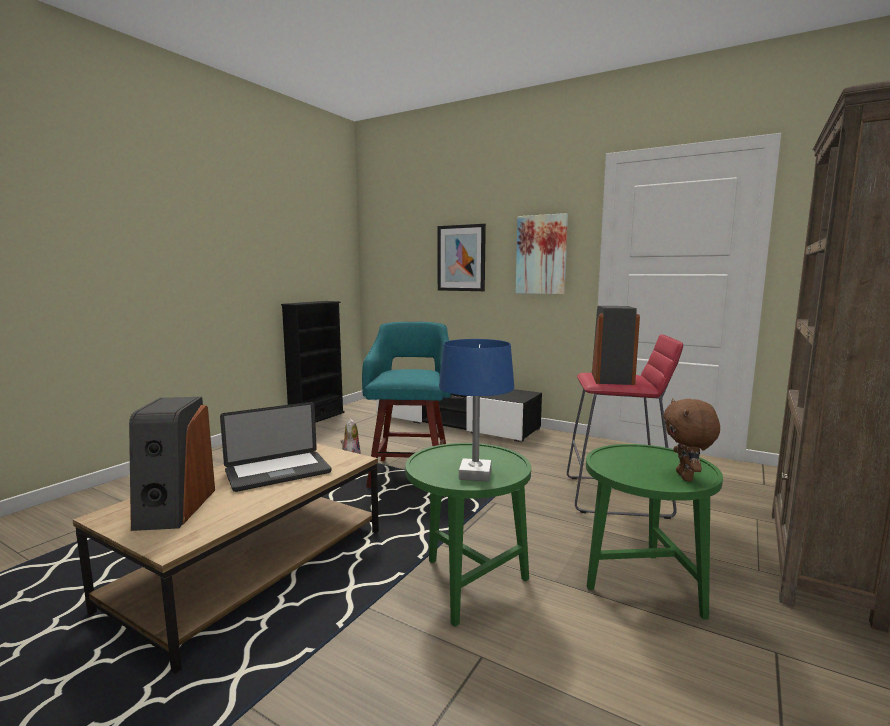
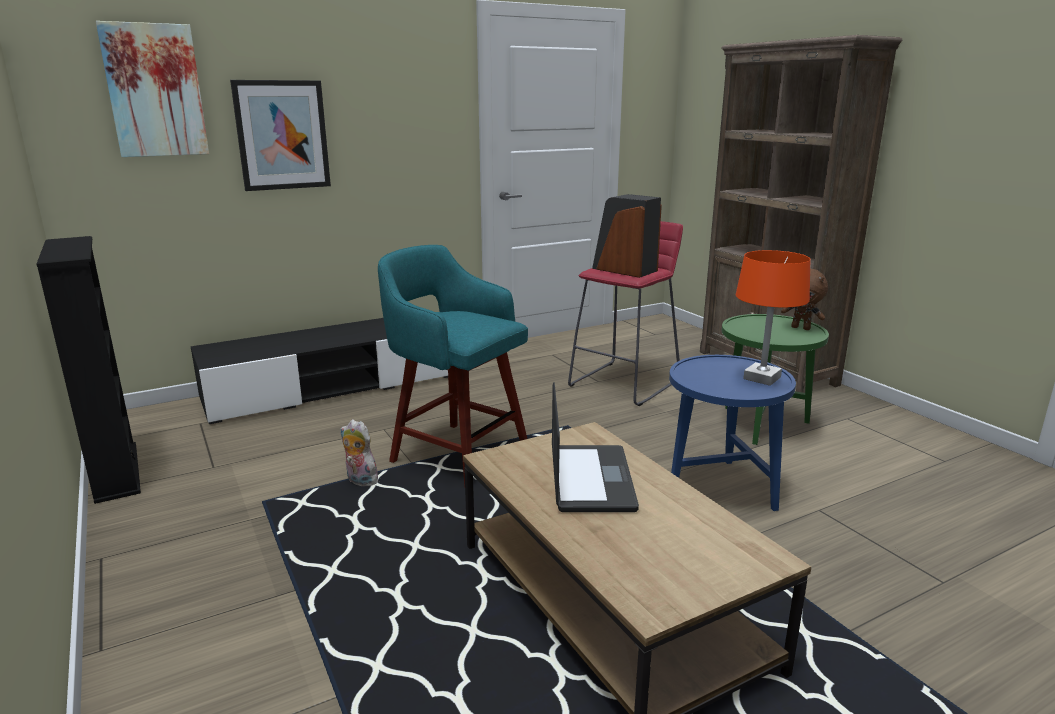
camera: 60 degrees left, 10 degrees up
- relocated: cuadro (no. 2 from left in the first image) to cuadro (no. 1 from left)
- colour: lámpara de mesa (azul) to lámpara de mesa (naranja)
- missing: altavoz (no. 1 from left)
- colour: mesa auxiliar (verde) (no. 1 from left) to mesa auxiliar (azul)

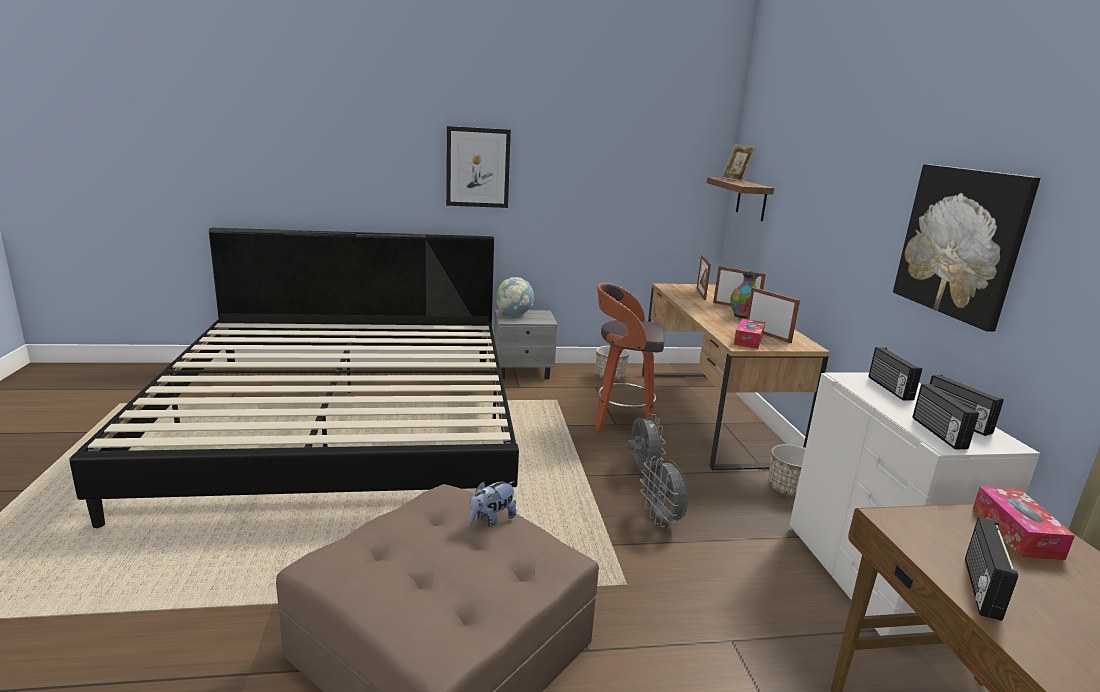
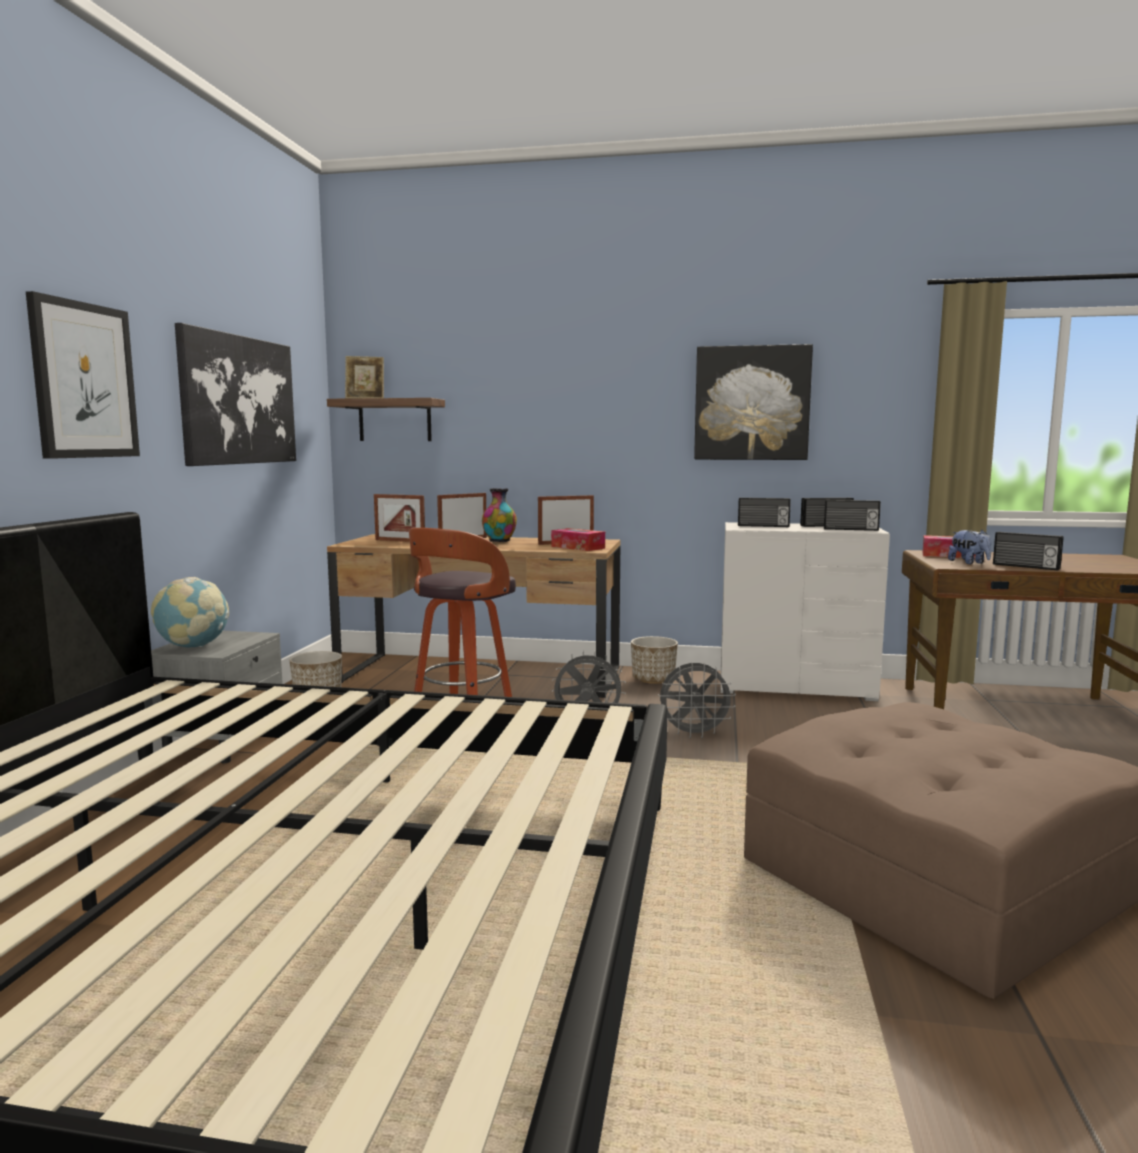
camera: 70 degrees left, 10 degrees down
- relocated: peluche
- appeared: cuadro (no. 2 from left)

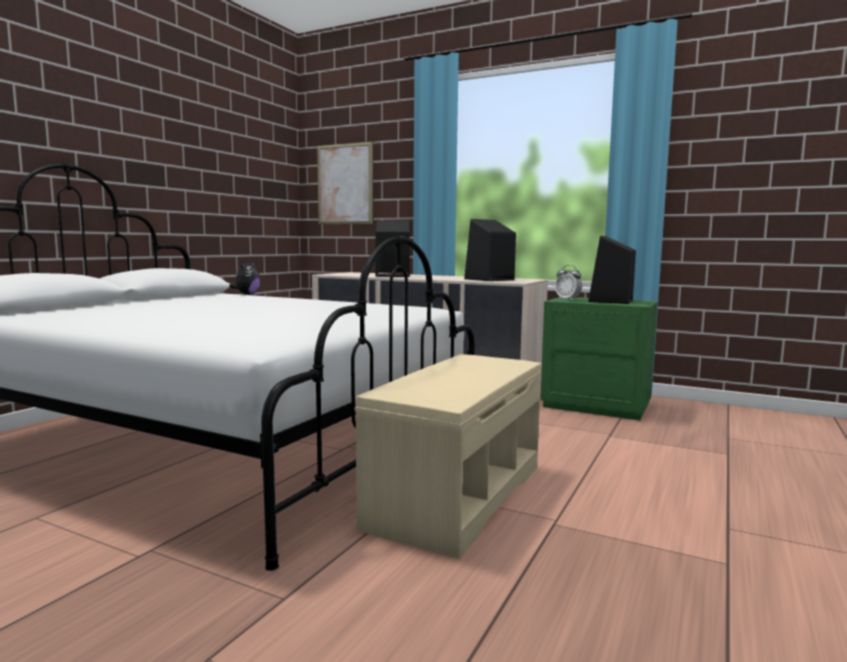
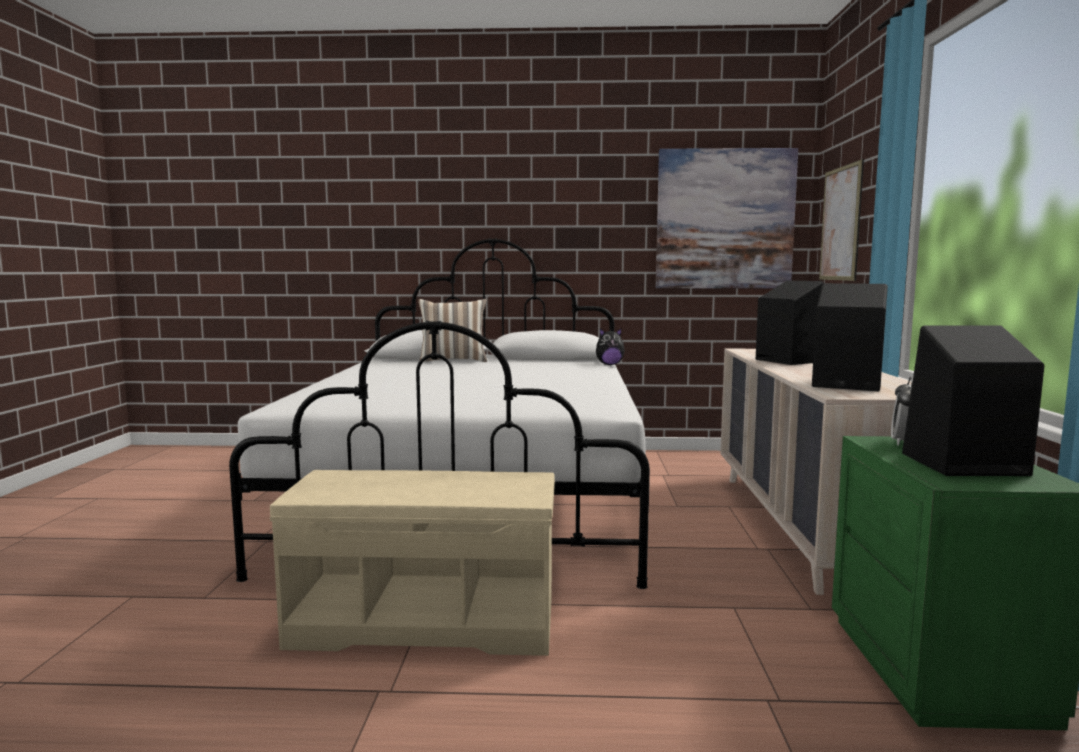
camera: 65 degrees right, 0 degrees up
- appeared: cuadro (no. 1 from left)
- appeared: cojín

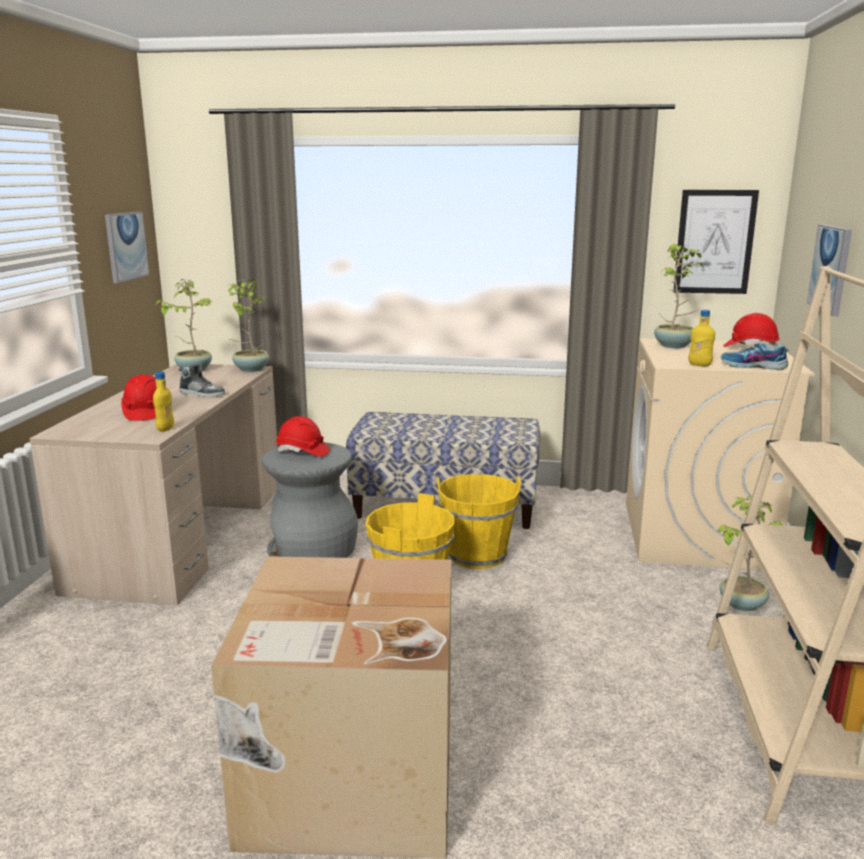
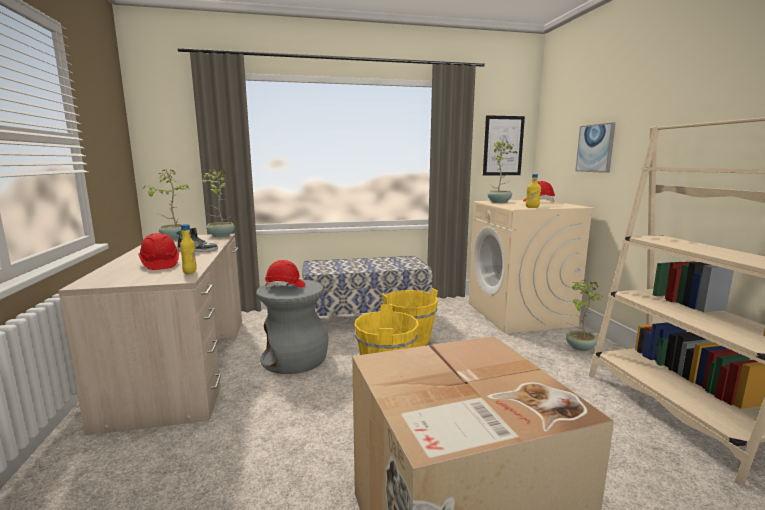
camera: 20 degrees left, 5 degrees down
- missing: cuadro (no. 1 from left)
- missing: zapato (no. 2 from left)

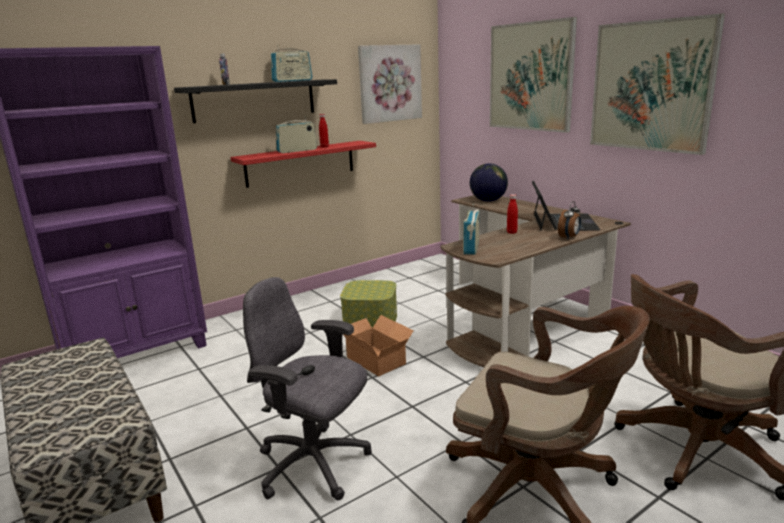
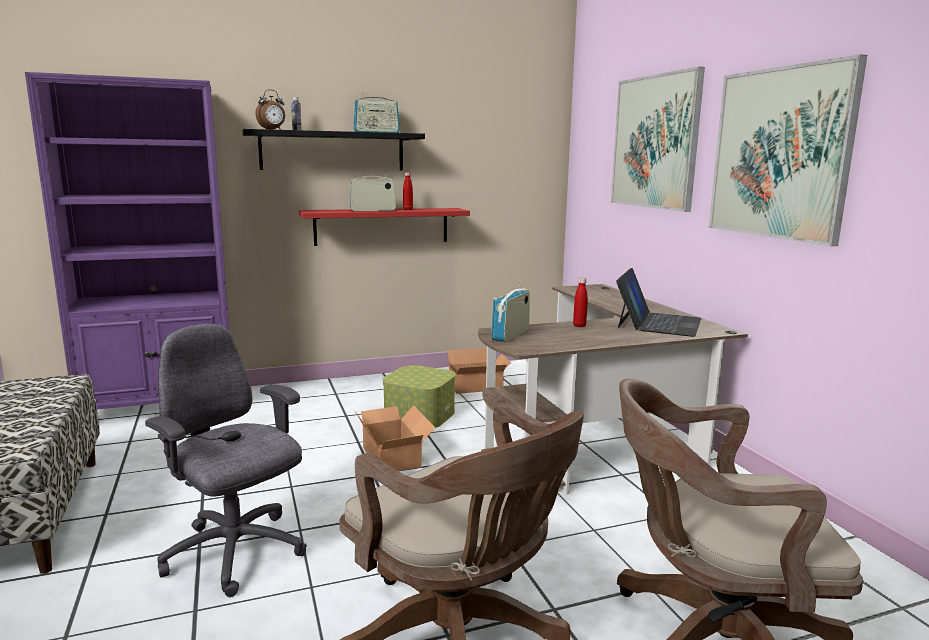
camera: 15 degrees right, 5 degrees down
- missing: cuadro (no. 1 from left)
- missing: globo terráqueo
- relocated: despertador
- appeared: caja de cartón (no. 2 from left)

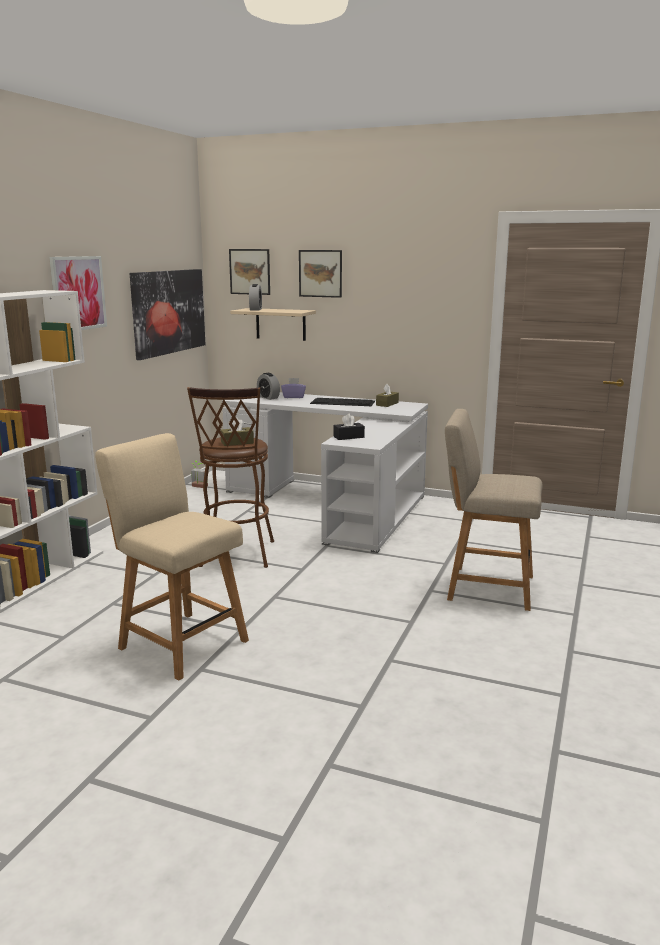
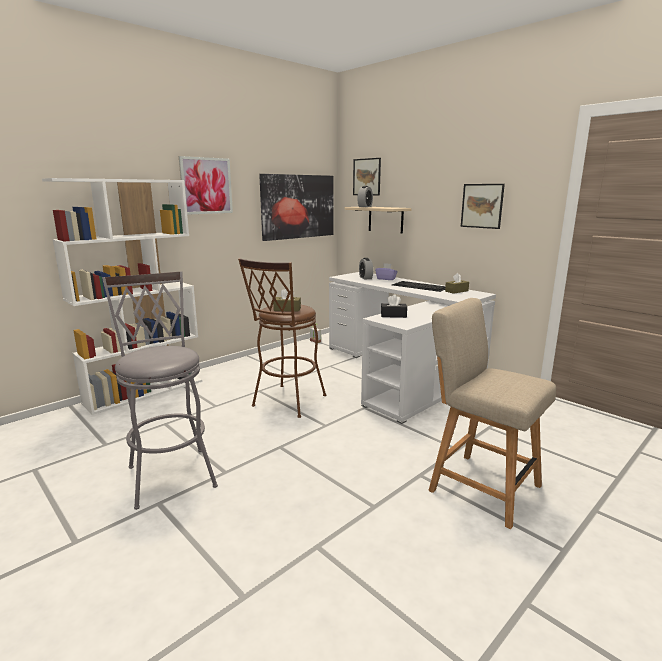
camera: 25 degrees right, 0 degrees up
- relocated: cuadro (no. 4 from left)
- exchanged: silla (beis) (no. 1 from left) to taburete (gris)

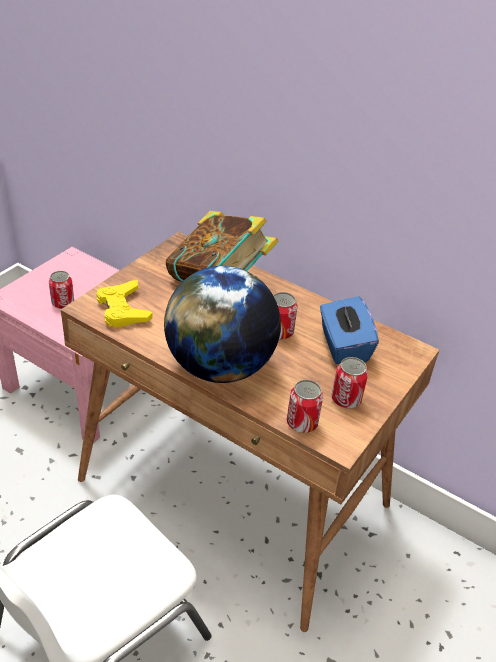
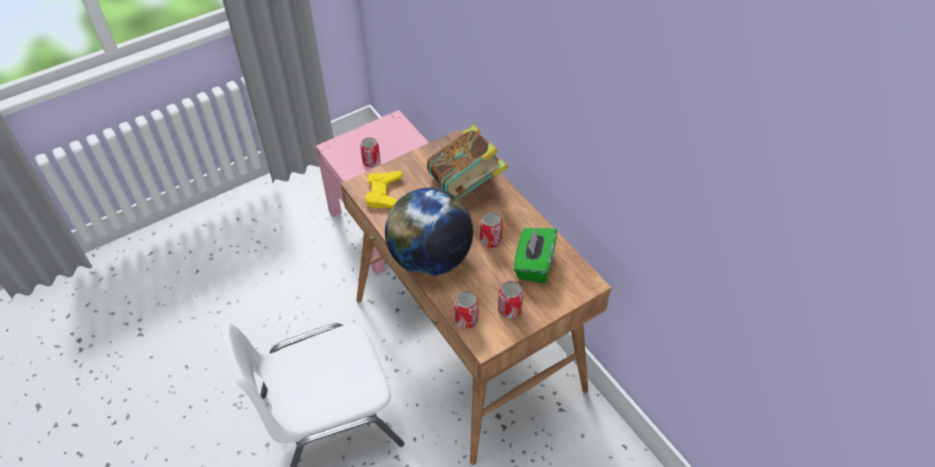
camera: 25 degrees right, 10 degrees up
- colour: caja de pañuelos (azul) to caja de pañuelos (verde)

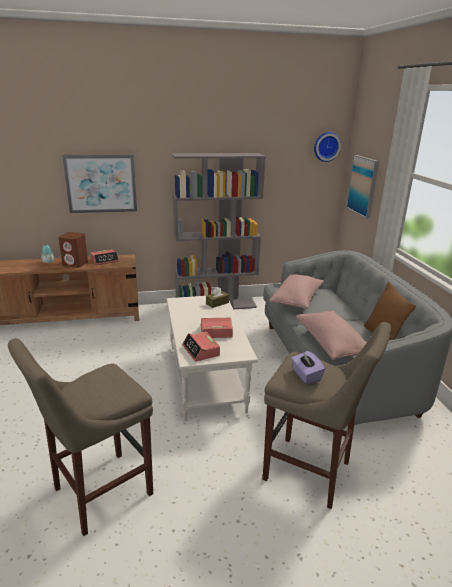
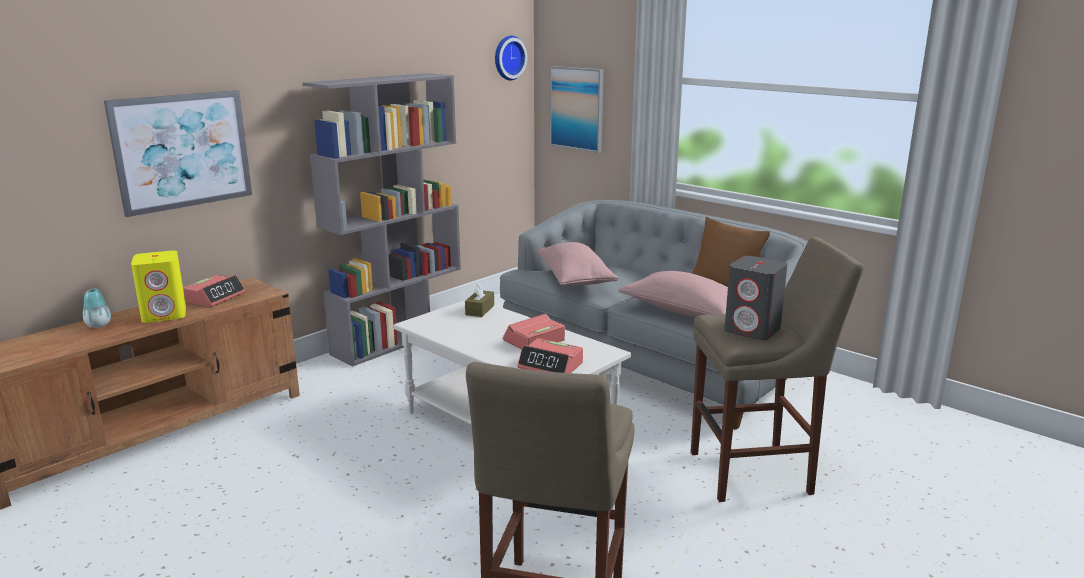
camera: 35 degrees left, 5 degrees down
- colour: altavoz (marrón) to altavoz (amarillo)
- exchanged: caja de pañuelos (morado) to altavoz (gris)

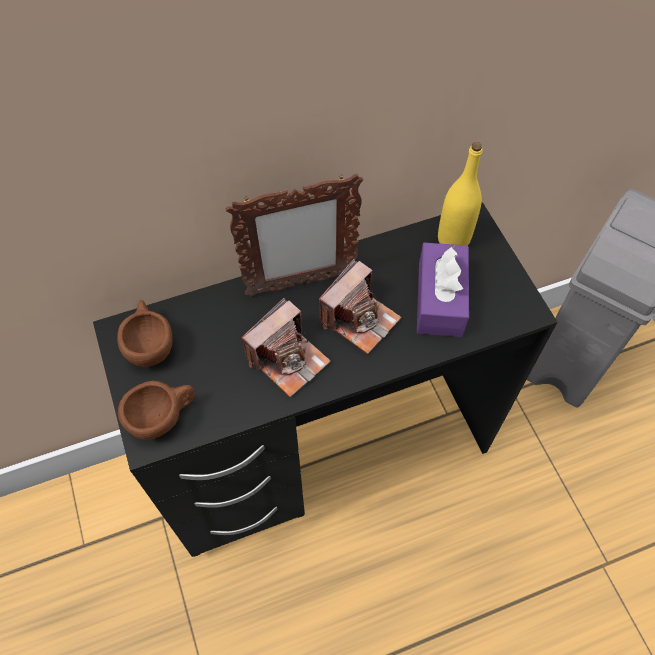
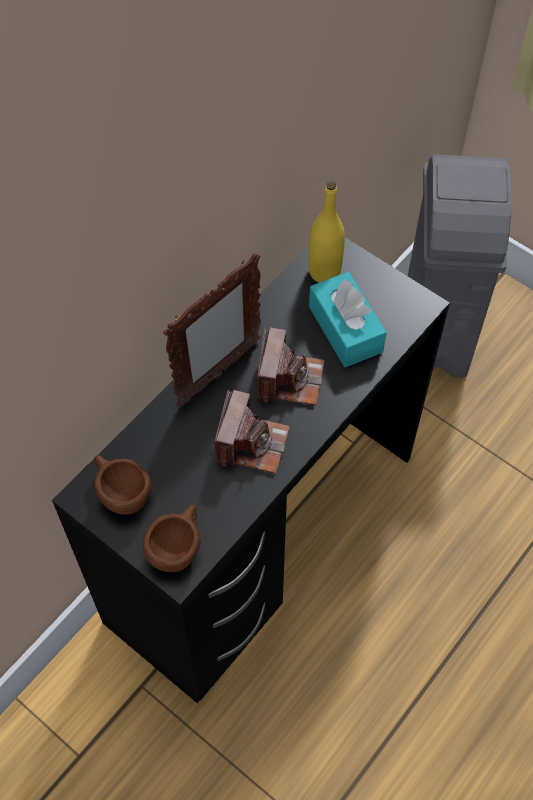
camera: 30 degrees left, 0 degrees up
- colour: caja de pañuelos (morado) to caja de pañuelos (turquesa)

